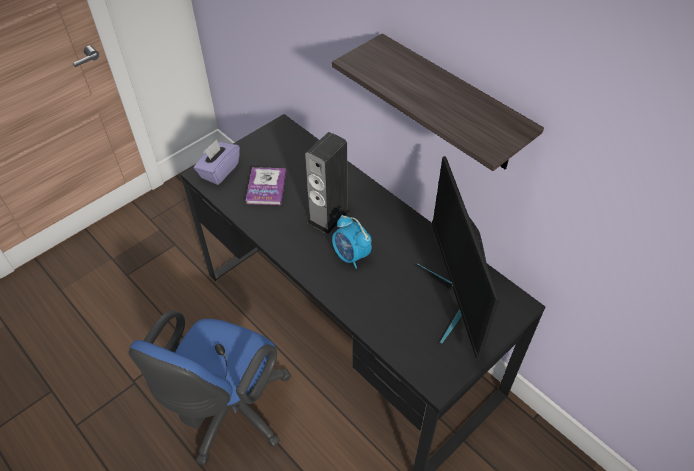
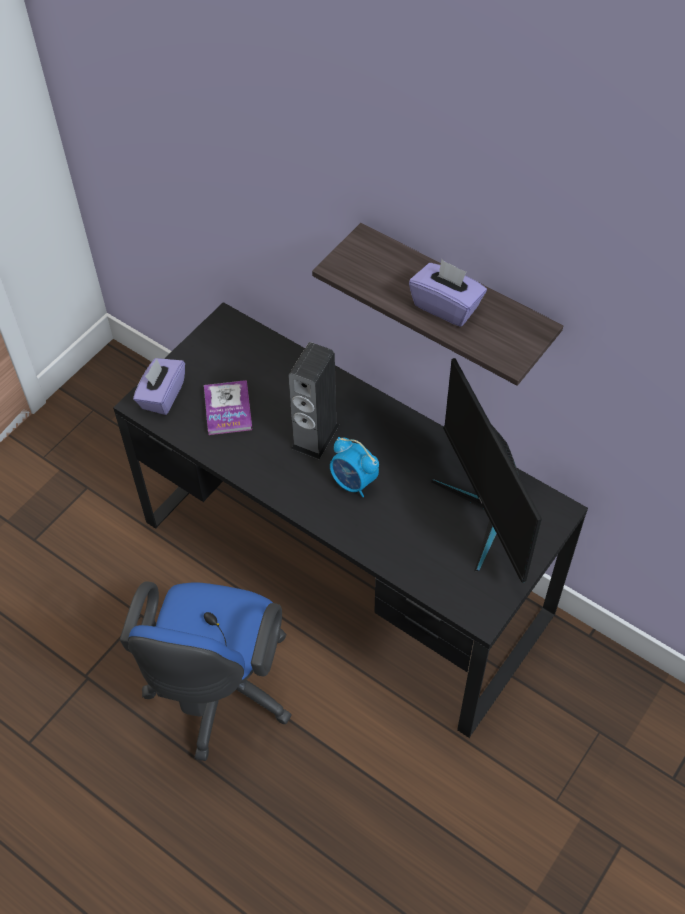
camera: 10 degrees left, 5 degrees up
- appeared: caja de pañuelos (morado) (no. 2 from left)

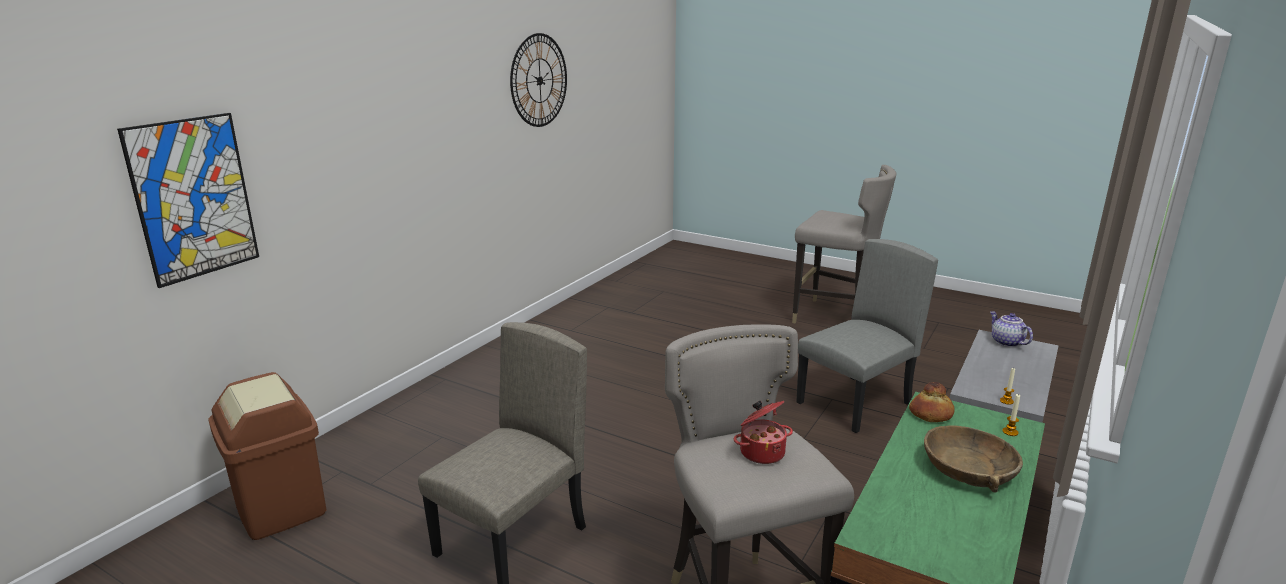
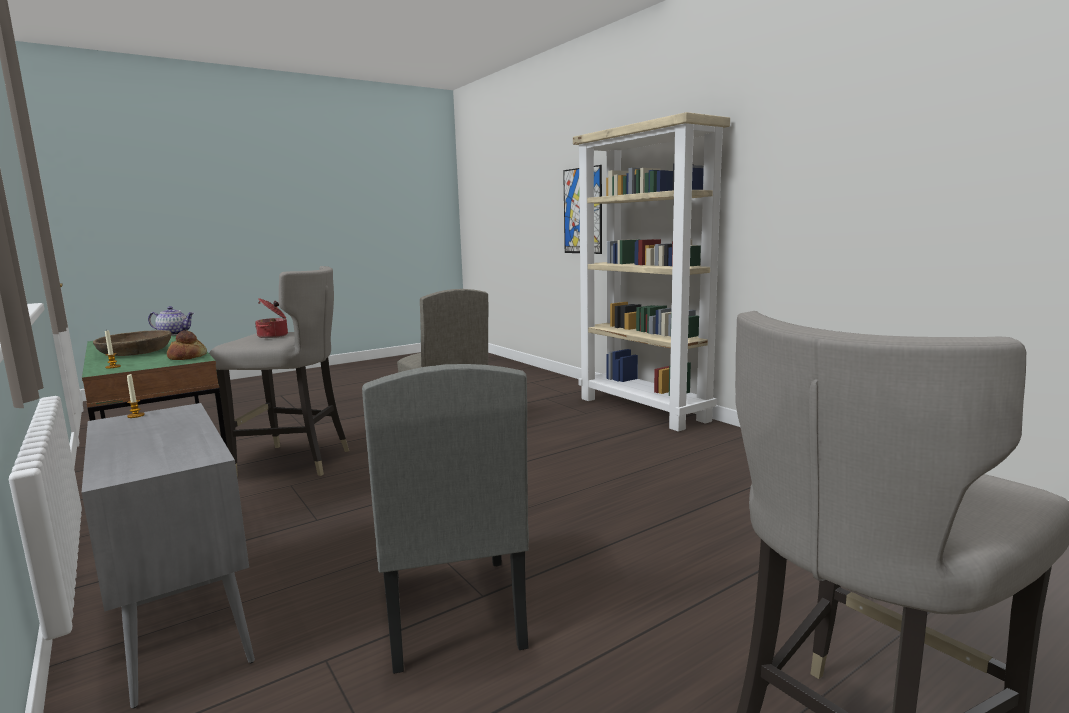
camera: 115 degrees right, 10 degrees down
- missing: reloj de pared
- relocated: tetera
- missing: papelera (marrón)
- appeared: estantería (beis)

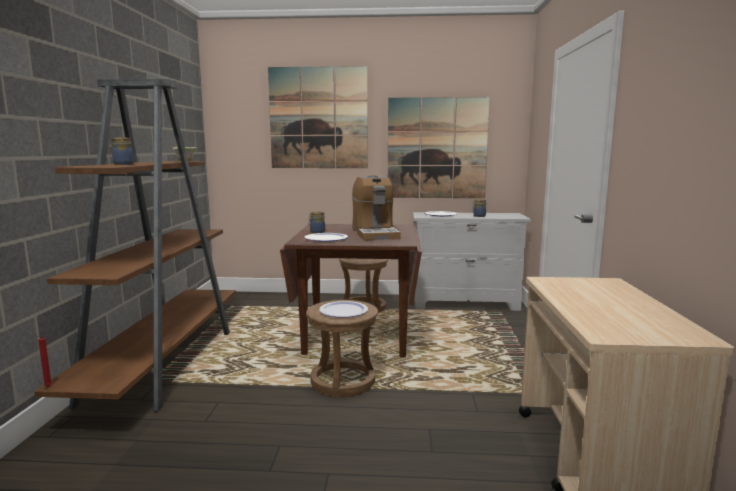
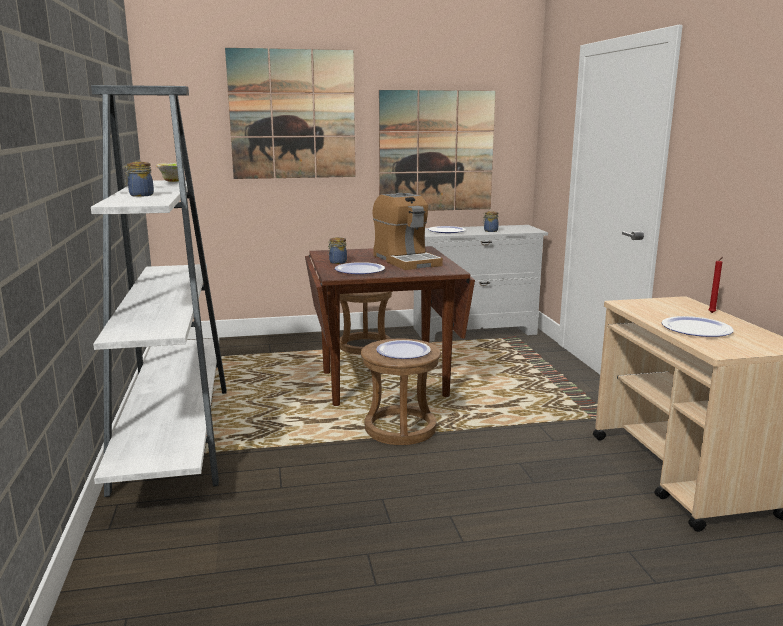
camera: 15 degrees left, 5 degrees up
- colour: estantería (marrón) to estantería (blanco)
- relocated: vela (rojo)
- appeared: plato (no. 4 from left)

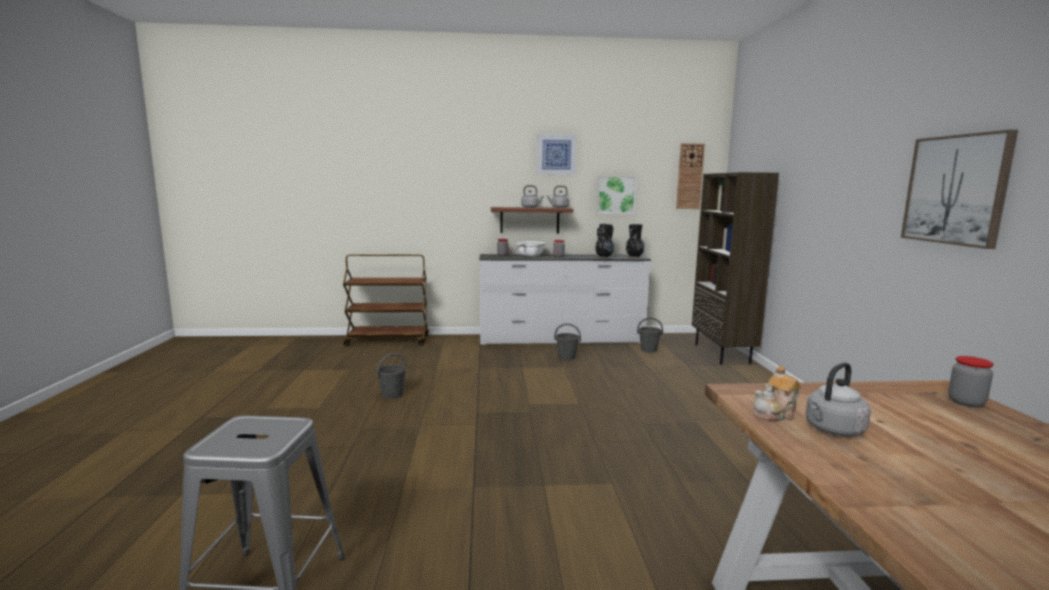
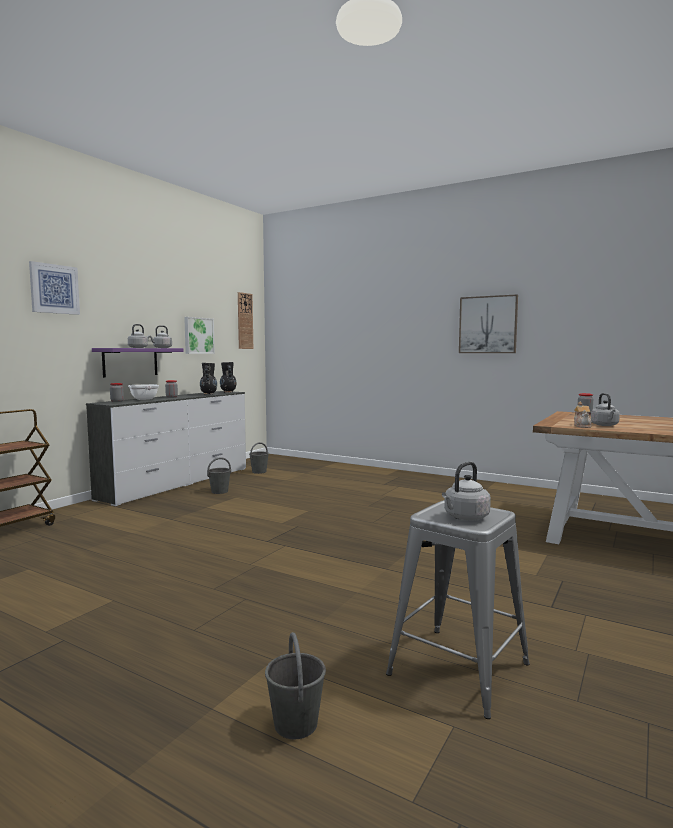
camera: 55 degrees left, 5 degrees down
- relocated: cuadro (no. 1 from left)
- missing: estantería (marrón)
- colour: estante (marrón) to estante (morado)
- relocated: cubo (gris) (no. 1 from left in the first image) to cubo (gris) (no. 3 from left)
- appeared: hervidor (gris) (no. 3 from left)

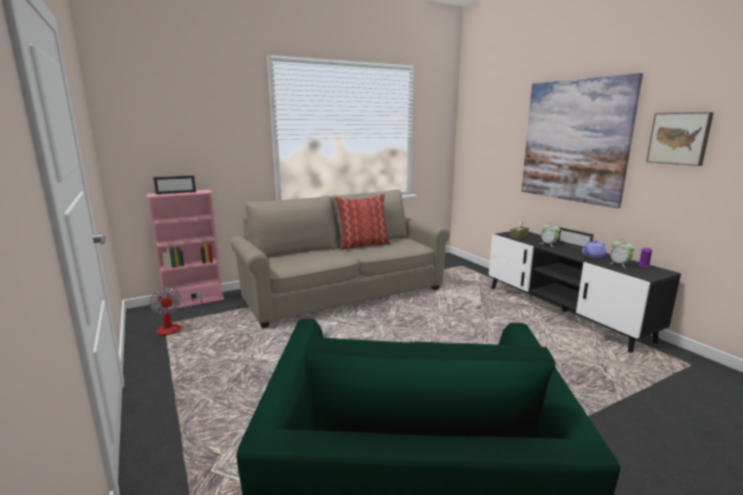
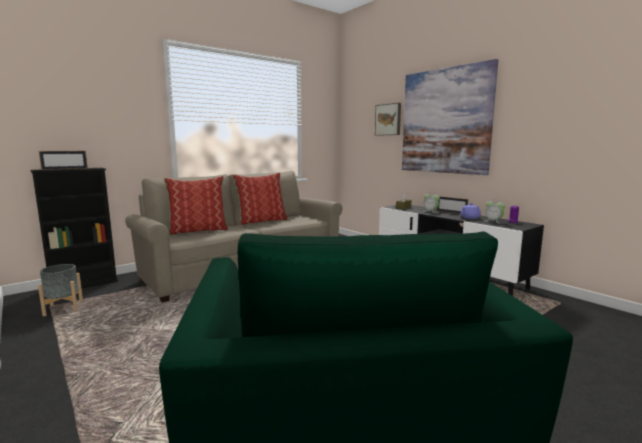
camera: 10 degrees left, 5 degrees down
- relocated: cuadro (no. 2 from left in the first image) to cuadro (no. 1 from left)
- colour: estantería (rosa) to estantería (negro)
- exchanged: ventilador to maceta (gris)
- appeared: cojín (no. 1 from left)

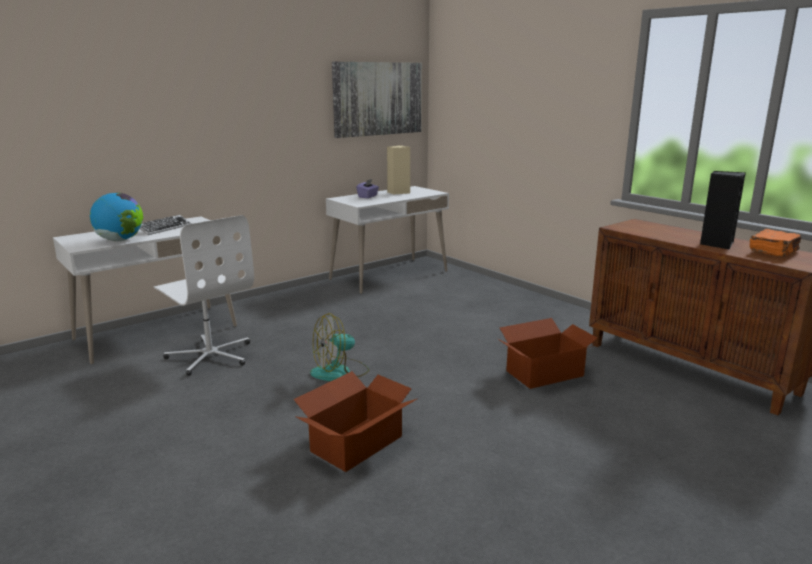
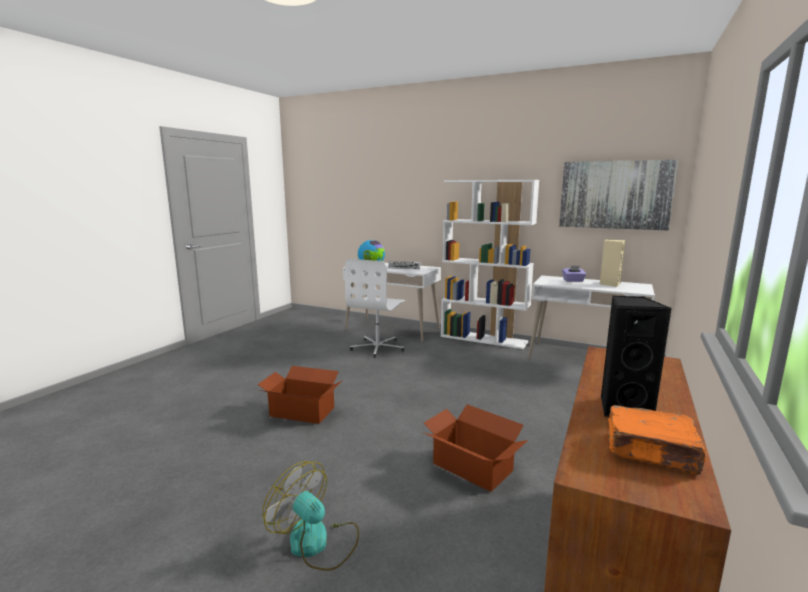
camera: 65 degrees right, 5 degrees down
- relocated: ventilador
- appeared: estantería (blanco)

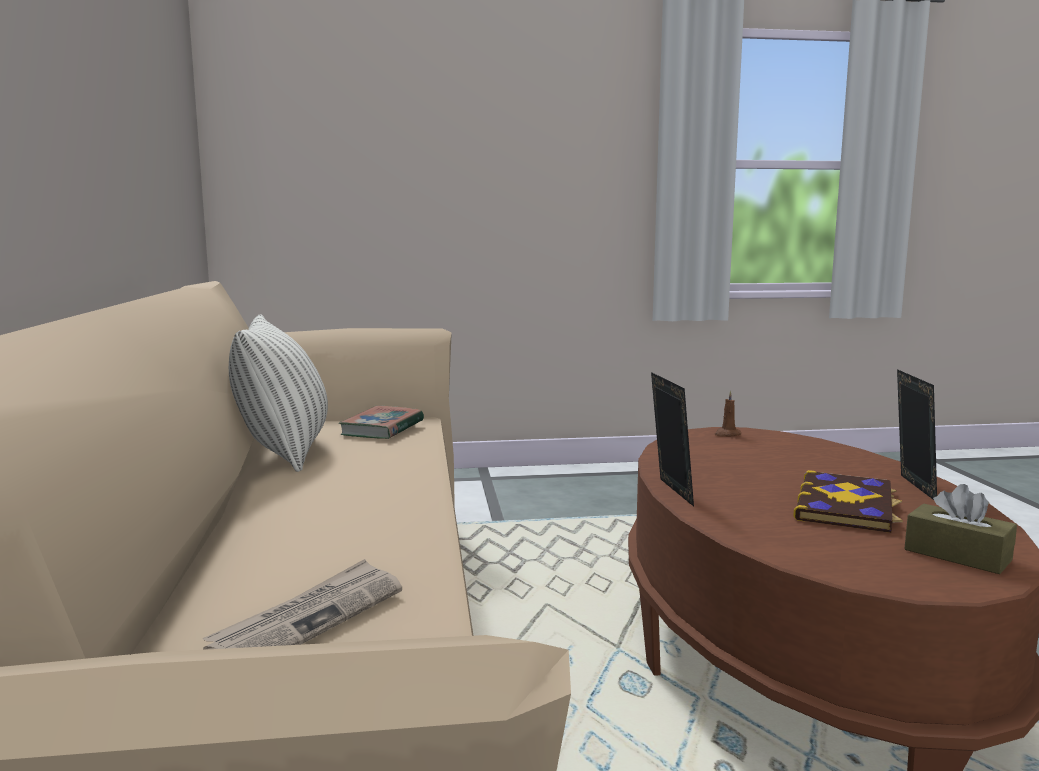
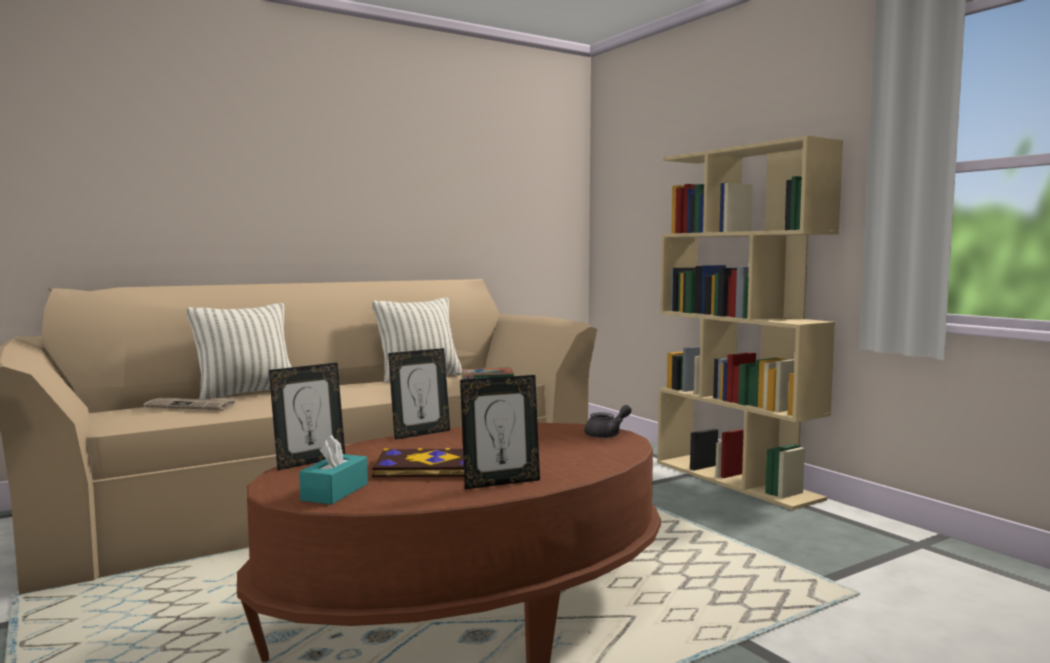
camera: 65 degrees right, 5 degrees down
- exchanged: vela (marrón) to tetera (gris)
- colour: caja de pañuelos (marrón) to caja de pañuelos (turquesa)
- appeared: estantería (beis)
- appeared: cojín (no. 1 from left)
- appeared: portarretratos (no. 1 from left)

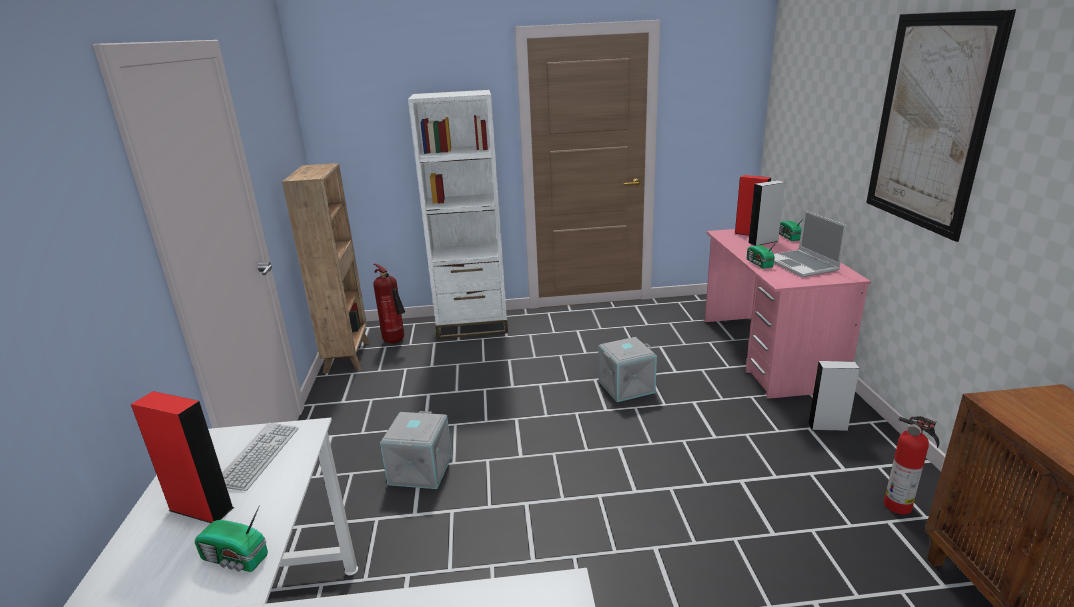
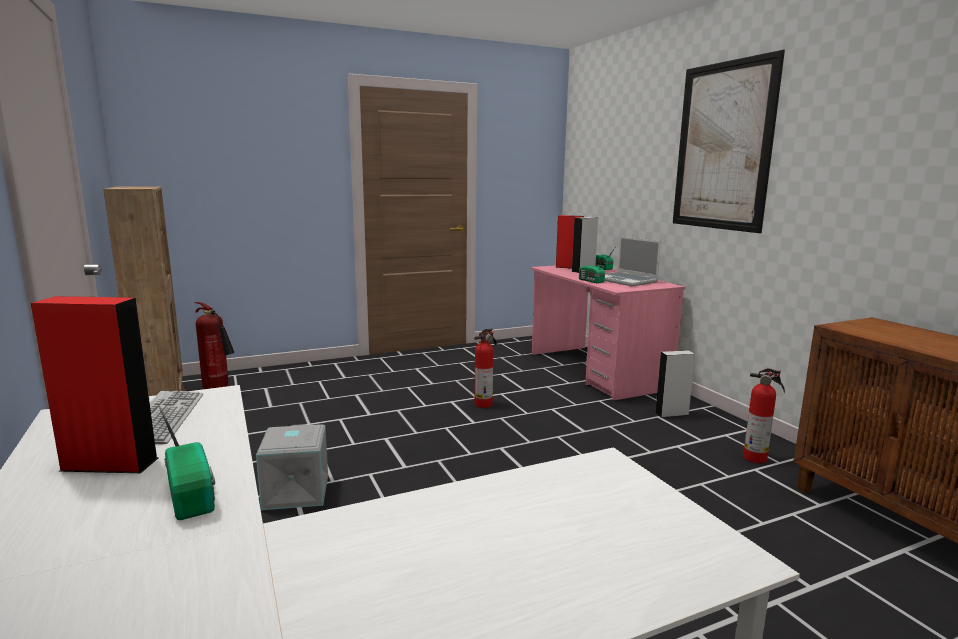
camera: 20 degrees left, 10 degrees down
- missing: estantería (blanco)
- exchanged: caja de almacenaje (gris) (no. 2 from left) to extintor (no. 2 from left)
- spun: radio (no. 1 from left) 120 degrees counterclockwise

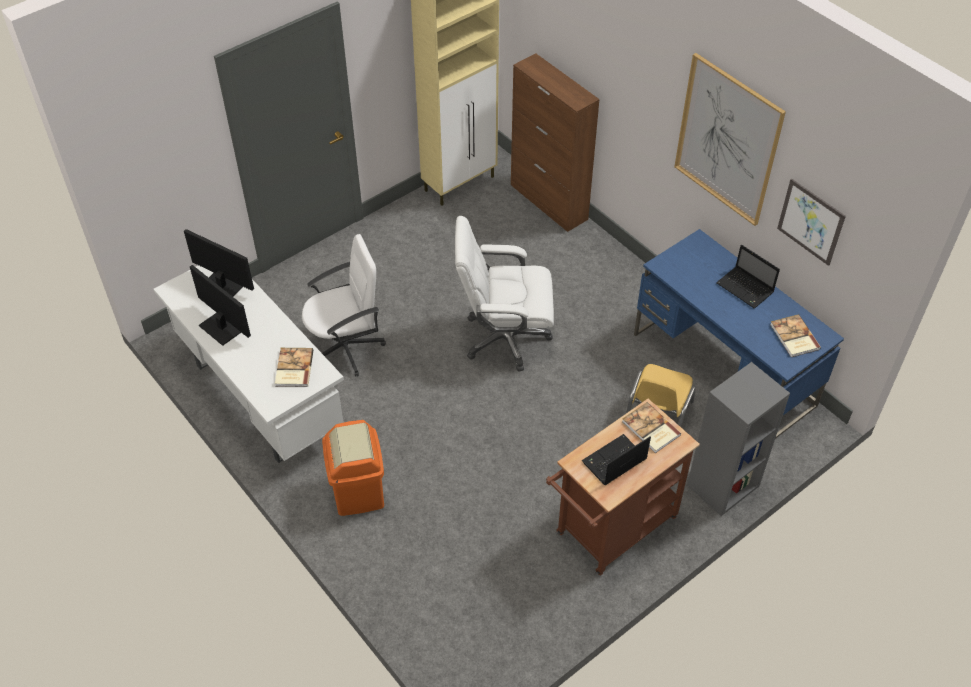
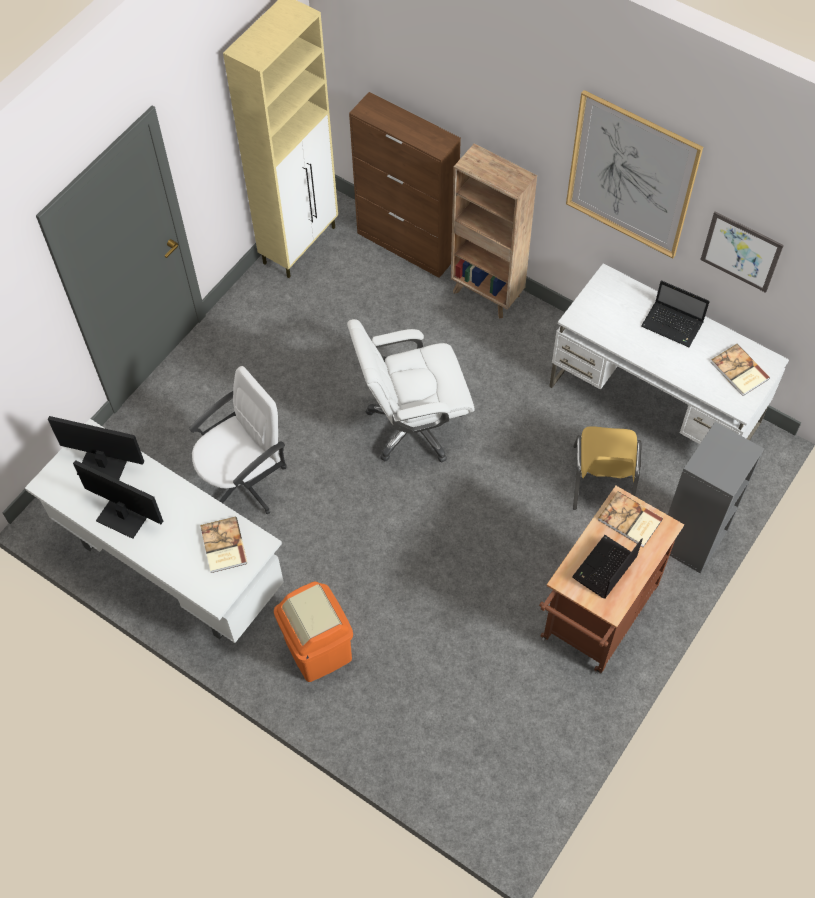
camera: 15 degrees left, 10 degrees up
- colour: escritorio (azul) to escritorio (blanco) (no. 2 from left)
- appeared: estantería (marrón)

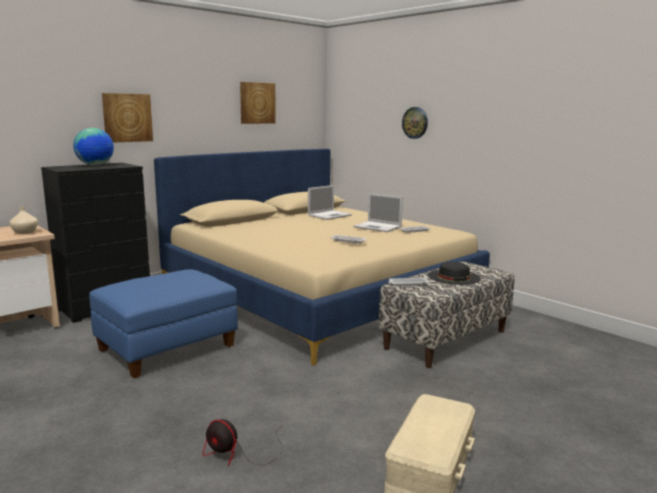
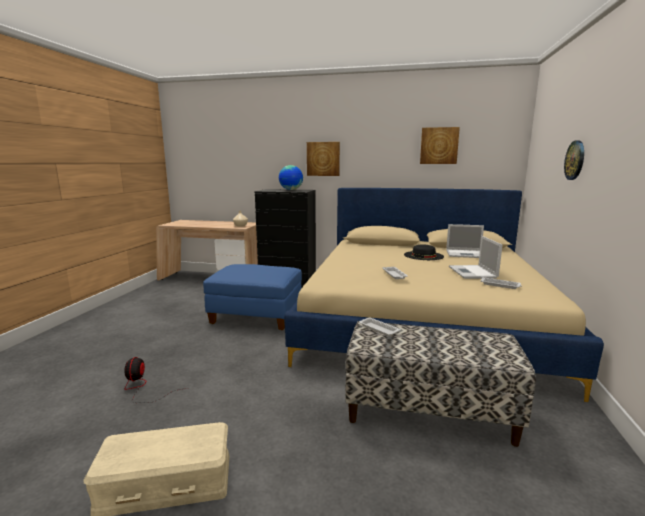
camera: 55 degrees right, 0 degrees up
- relocated: sombrero (negro)

